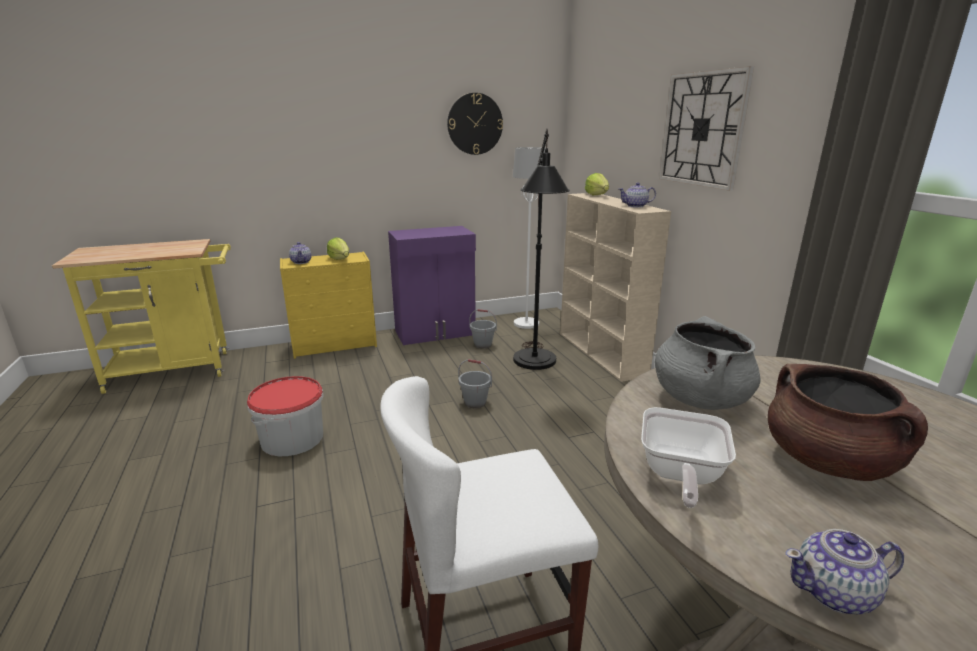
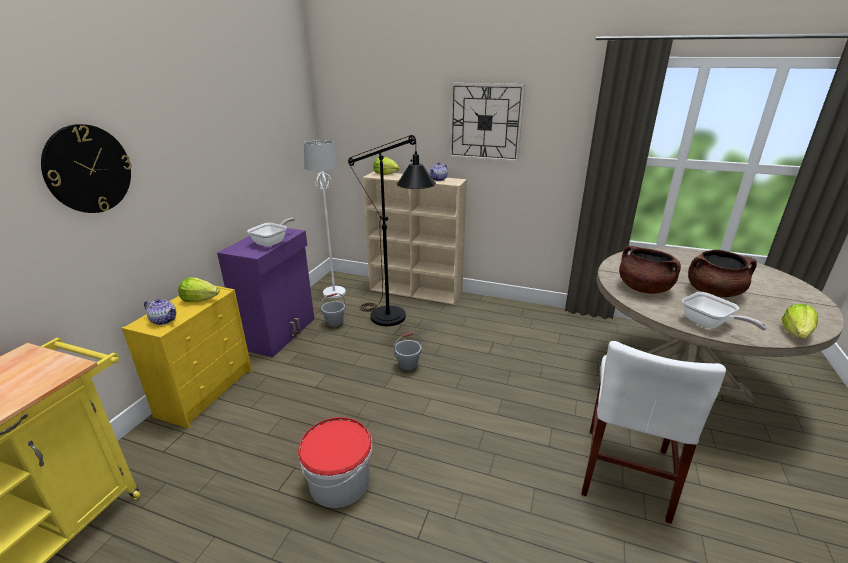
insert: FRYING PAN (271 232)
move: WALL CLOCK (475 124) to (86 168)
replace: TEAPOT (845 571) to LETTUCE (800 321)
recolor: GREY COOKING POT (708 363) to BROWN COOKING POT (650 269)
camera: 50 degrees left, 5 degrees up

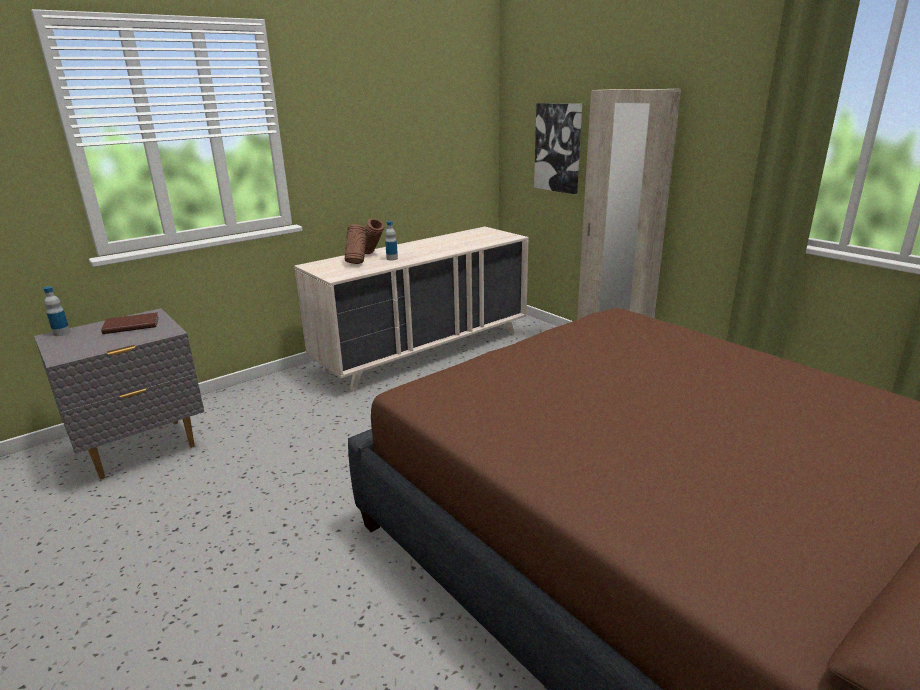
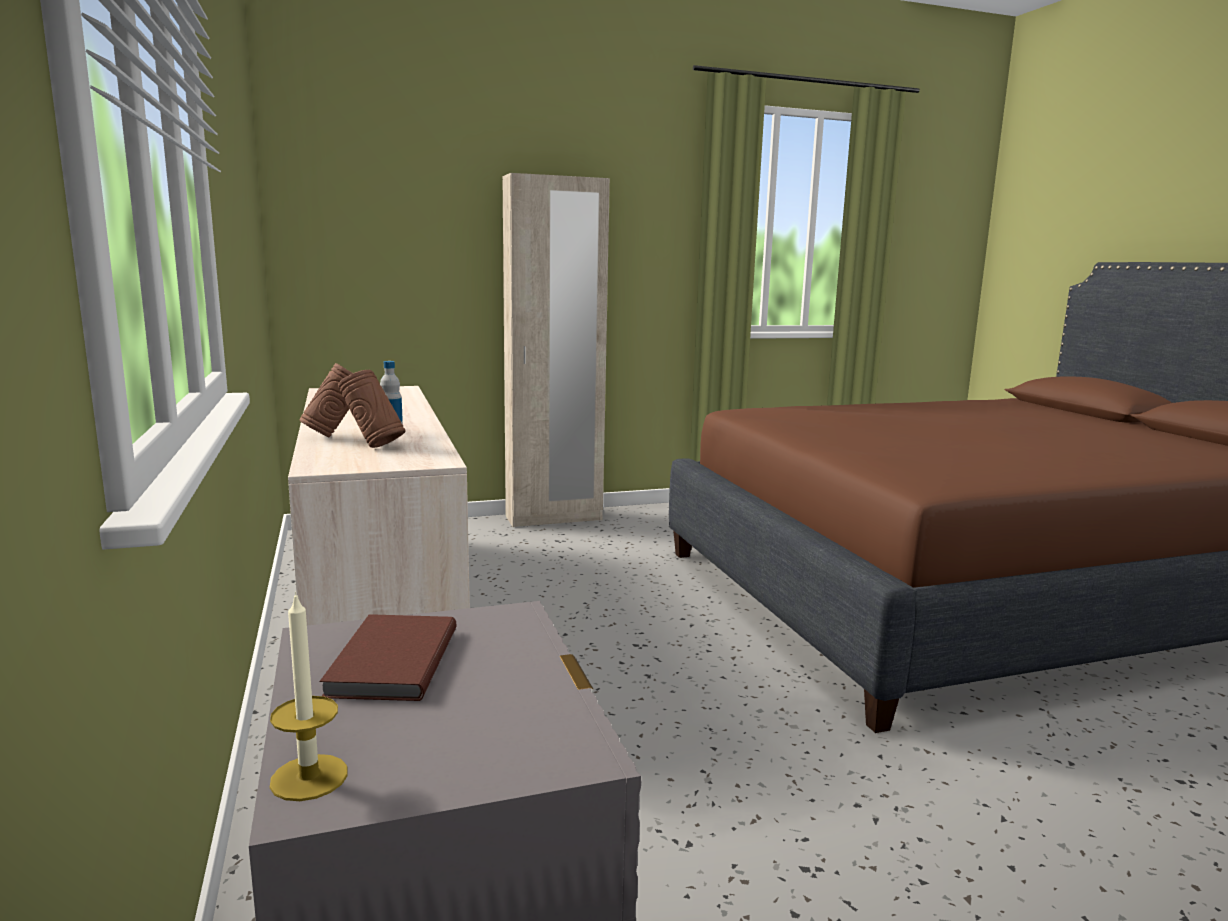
delete: PICTURE (558 148)
replace: BOTTLE (56 311) to CANDLE (309 696)
camera: 70 degrees left, 10 degrees down

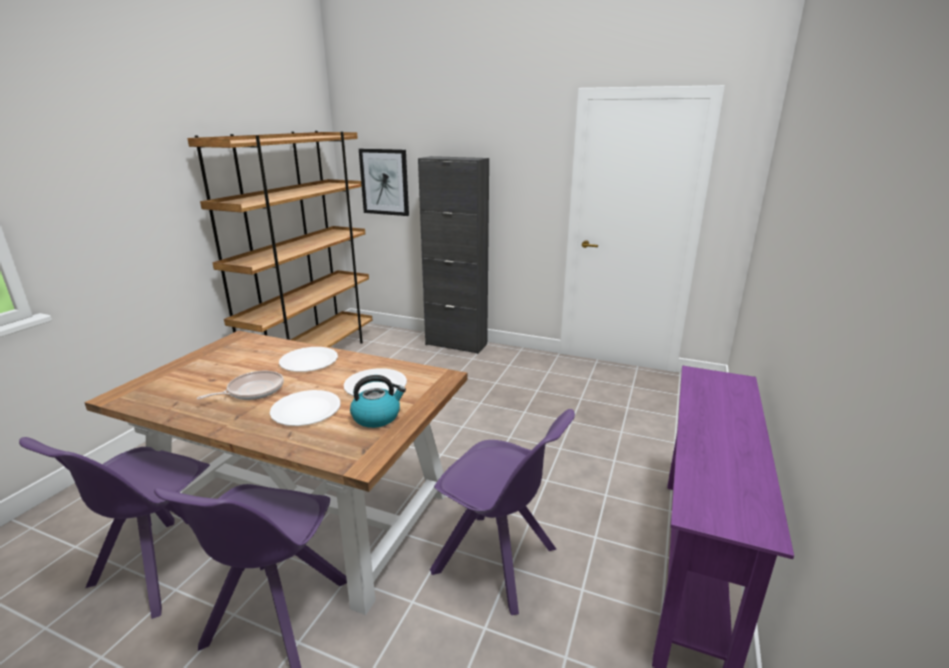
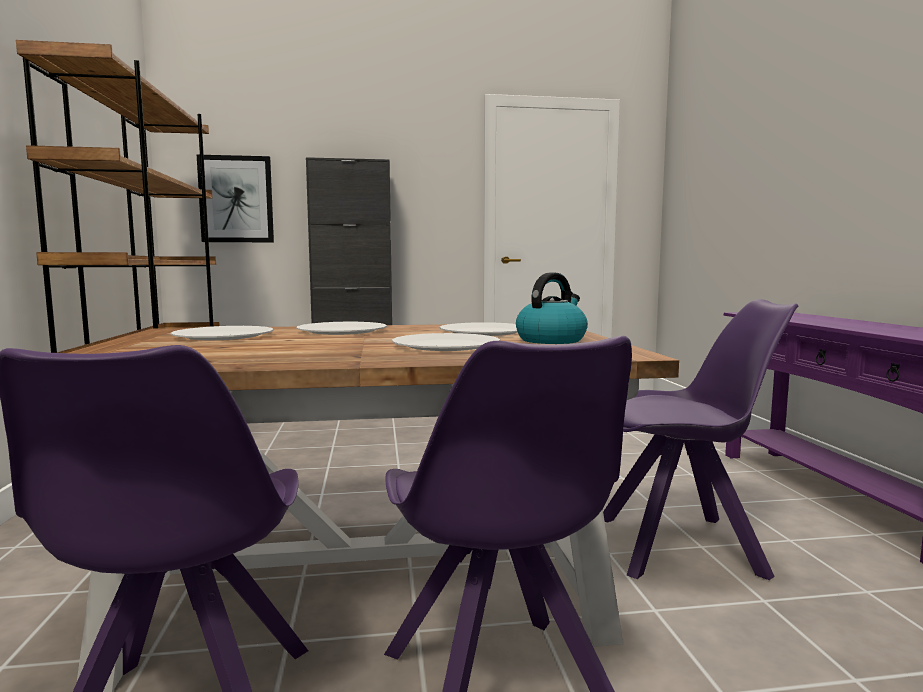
delete: FRYING PAN (240 385)
insert: WHITE PLATE (222 333)
camera: 30 degrees left, 15 degrees down

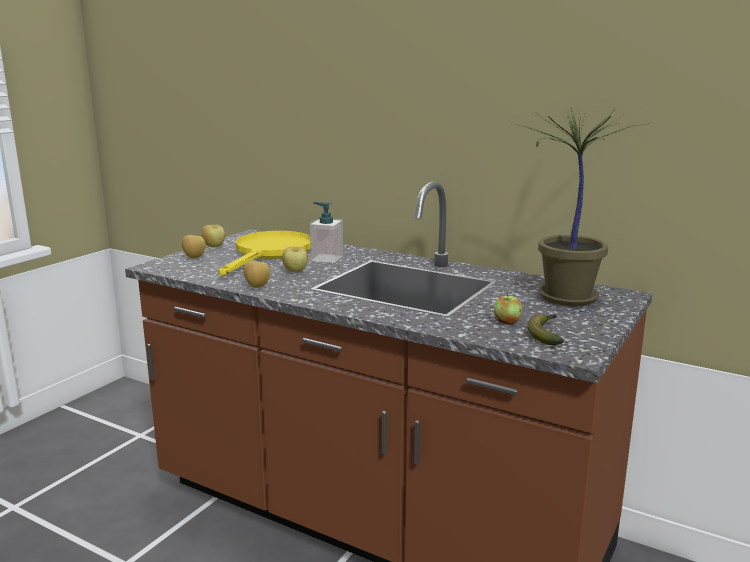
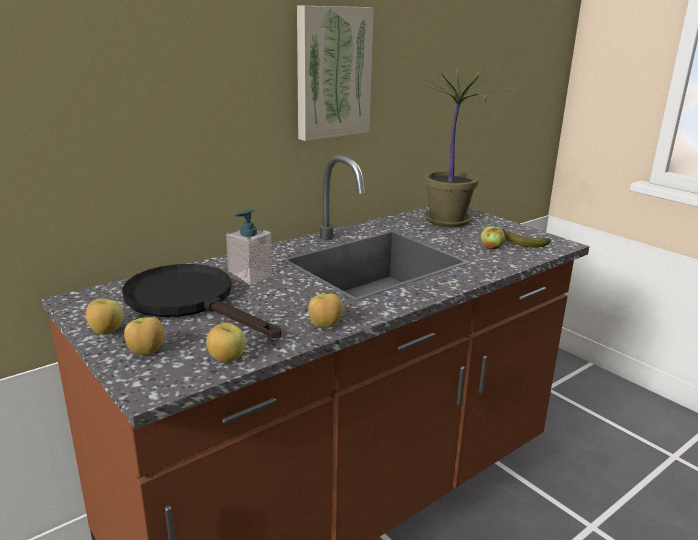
insert: PICTURE (335 73)
move: APPLE (295 259) to (226 343)
recolor: YELLOW FRYING PAN (264 253) to BLACK FRYING PAN (201 301)
camera: 70 degrees left, 5 degrees up

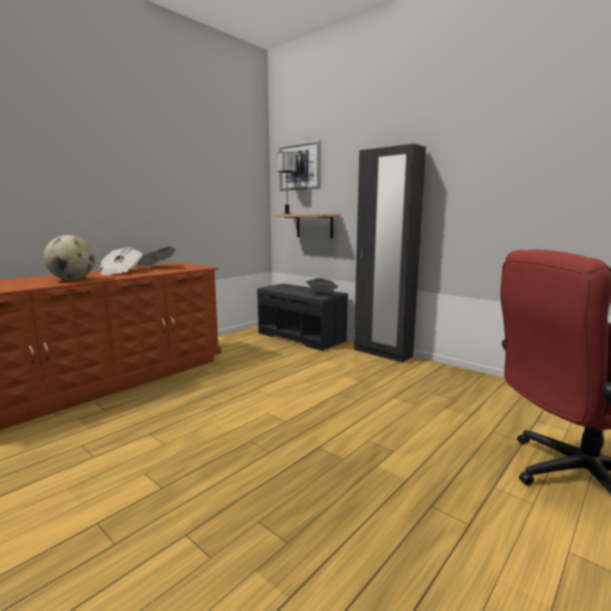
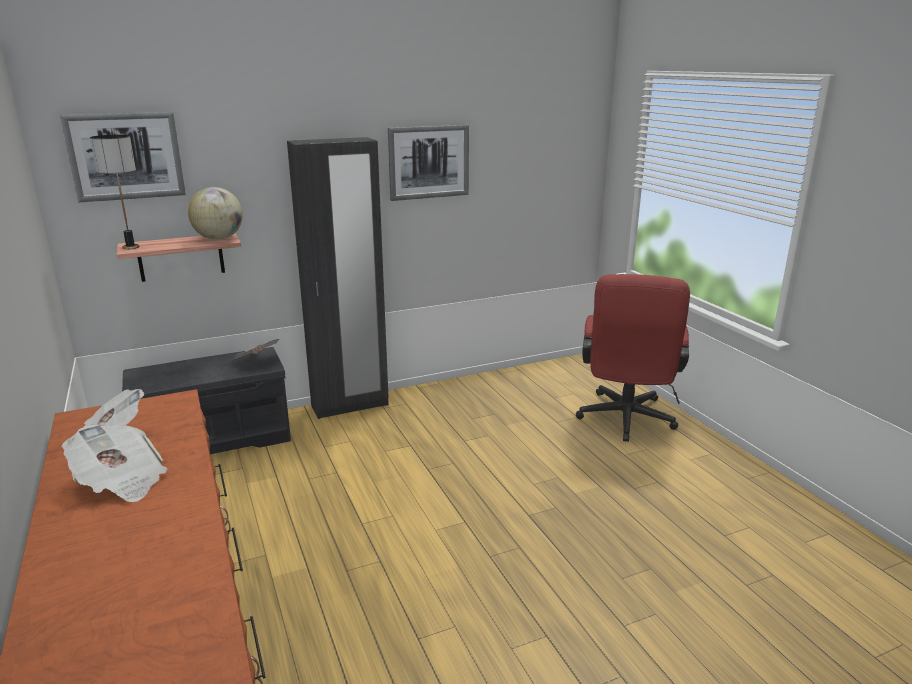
insert: PICTURE (428 163)
move: GLOBE (69 257) to (215 213)
camera: 65 degrees left, 10 degrees up

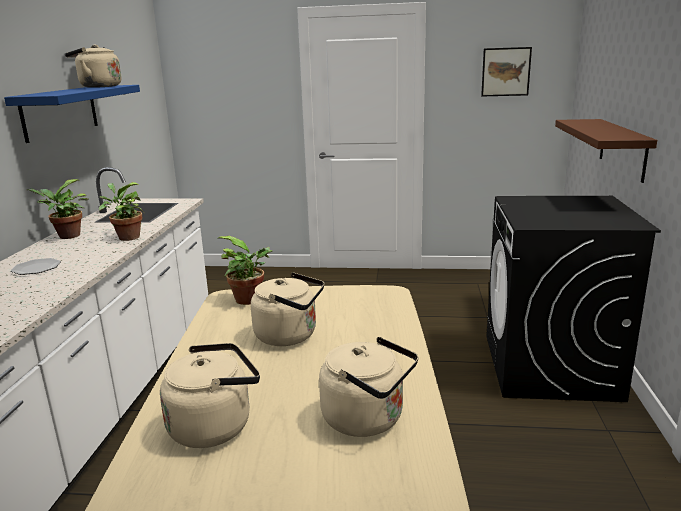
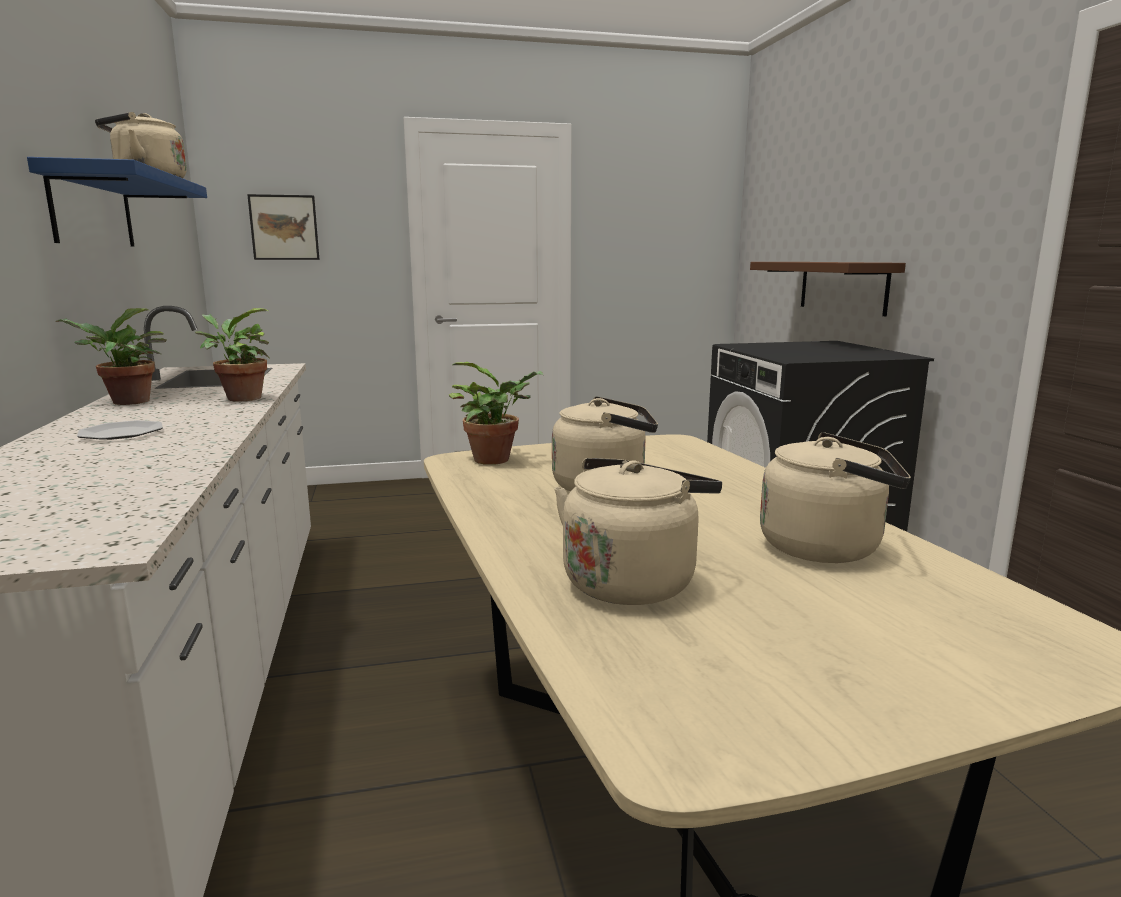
move: PICTURE (506 71) to (283 227)
camera: 20 degrees left, 5 degrees down

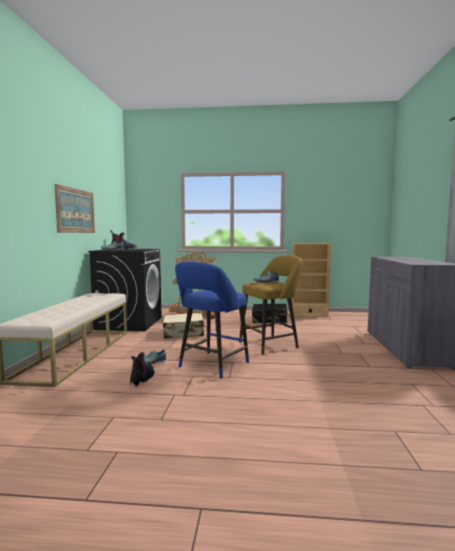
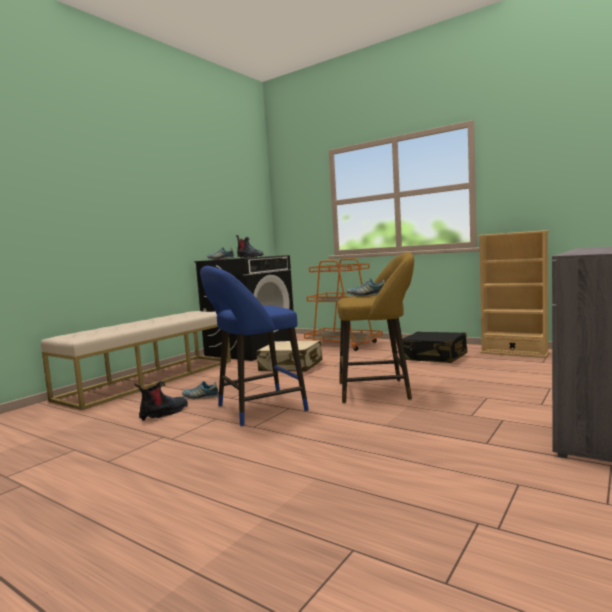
delete: PICTURE (75 208)
camera: 30 degrees right, 0 degrees up

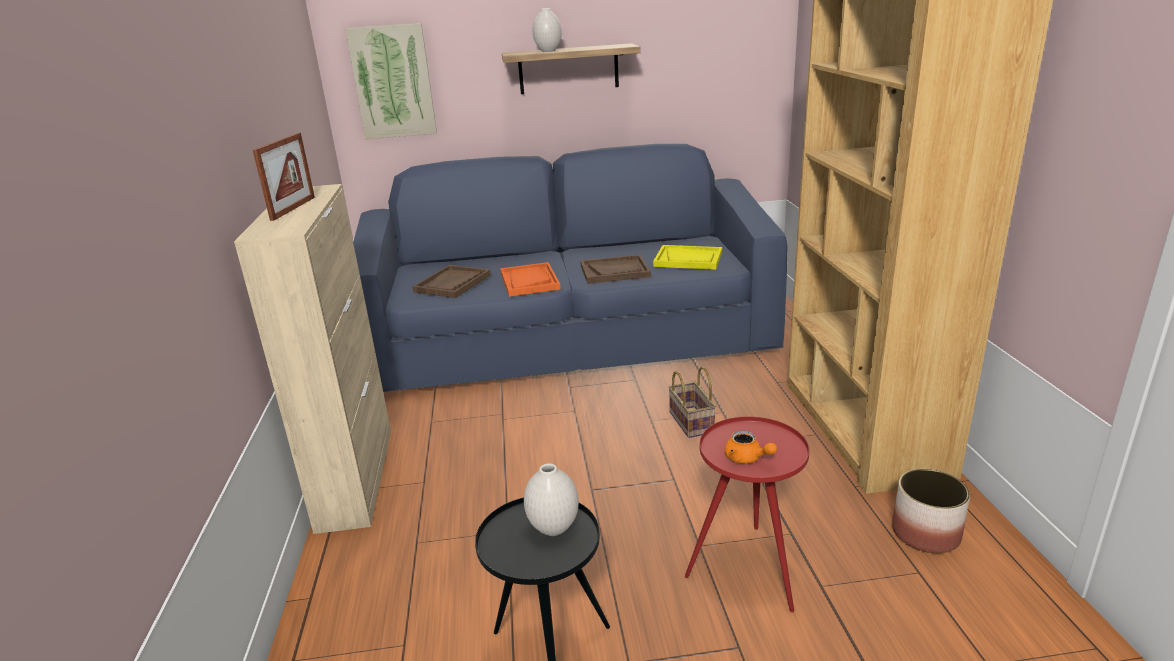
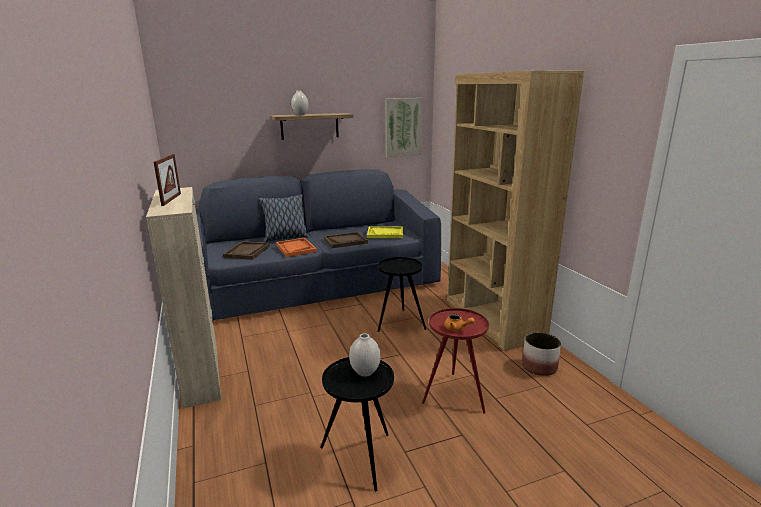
insert: PILLOW (284 218)
move: PICTURE (391 81) to (404 127)
replace: BASKET (692 402) to BLACK SIDE TABLE (402 294)
camera: 15 degrees left, 5 degrees down

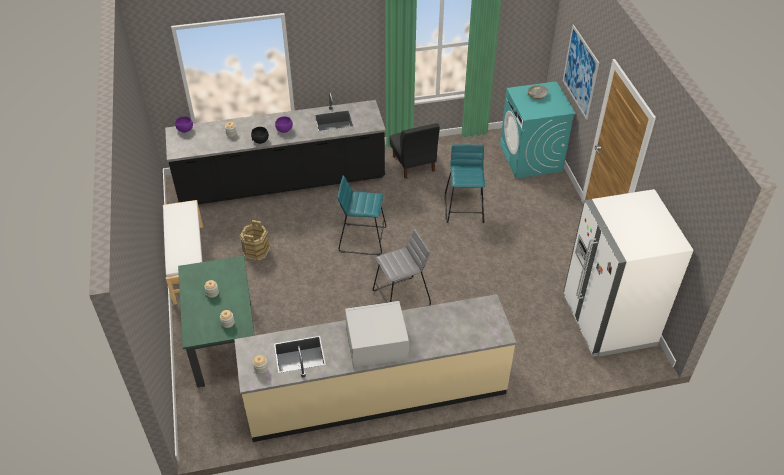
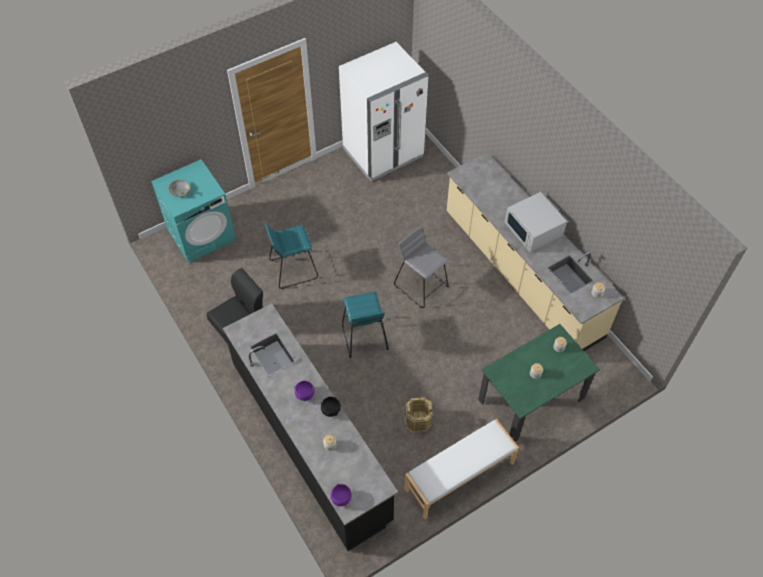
delete: PICTURE (581 72)
camera: 110 degrees left, 10 degrees up

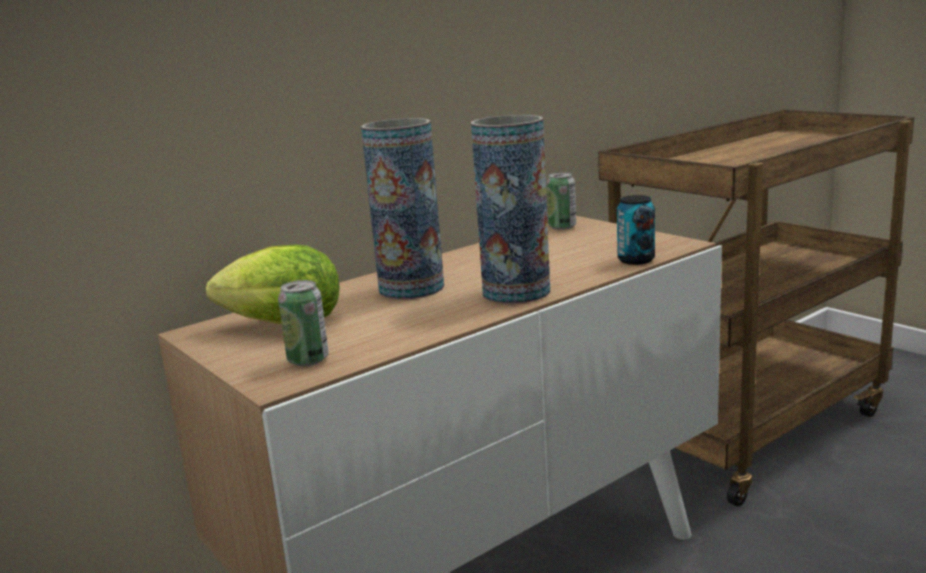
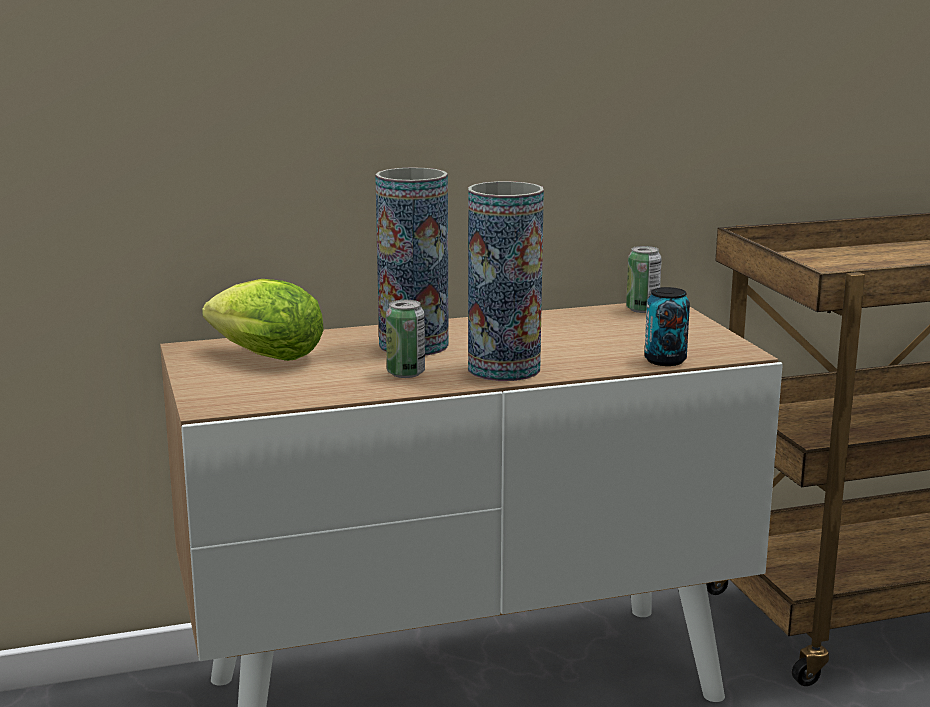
move: CAN (303 323) to (405 339)
camera: 20 degrees right, 0 degrees up

